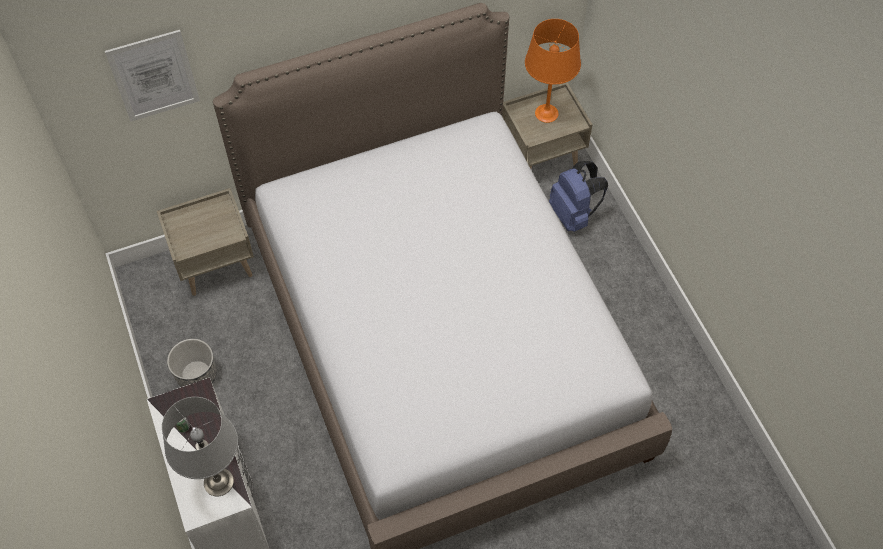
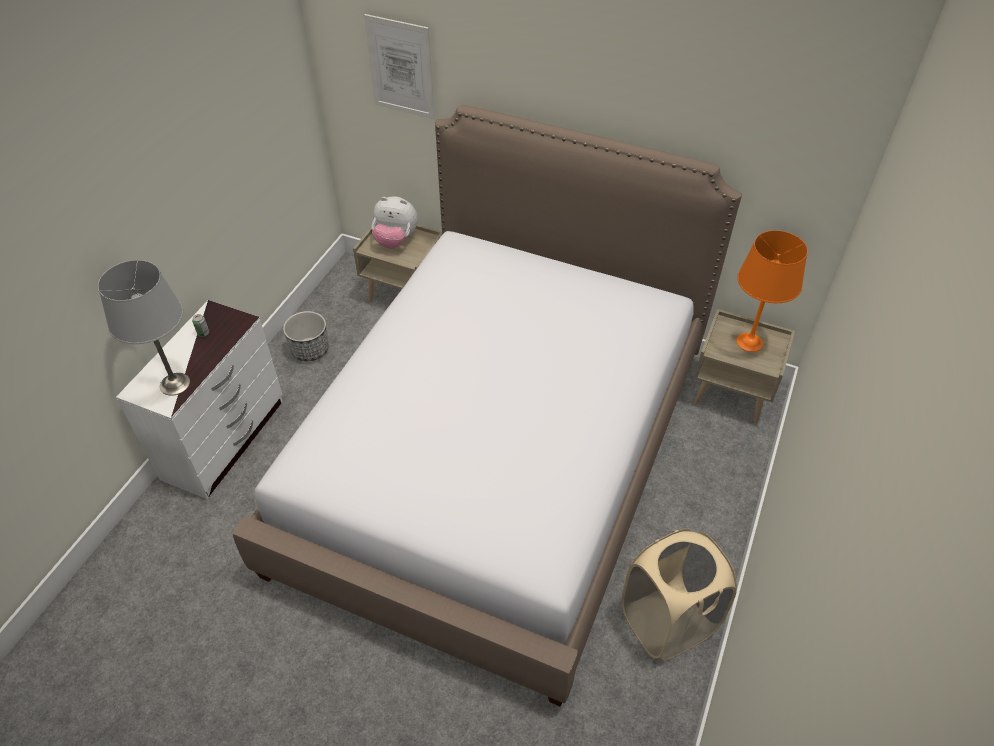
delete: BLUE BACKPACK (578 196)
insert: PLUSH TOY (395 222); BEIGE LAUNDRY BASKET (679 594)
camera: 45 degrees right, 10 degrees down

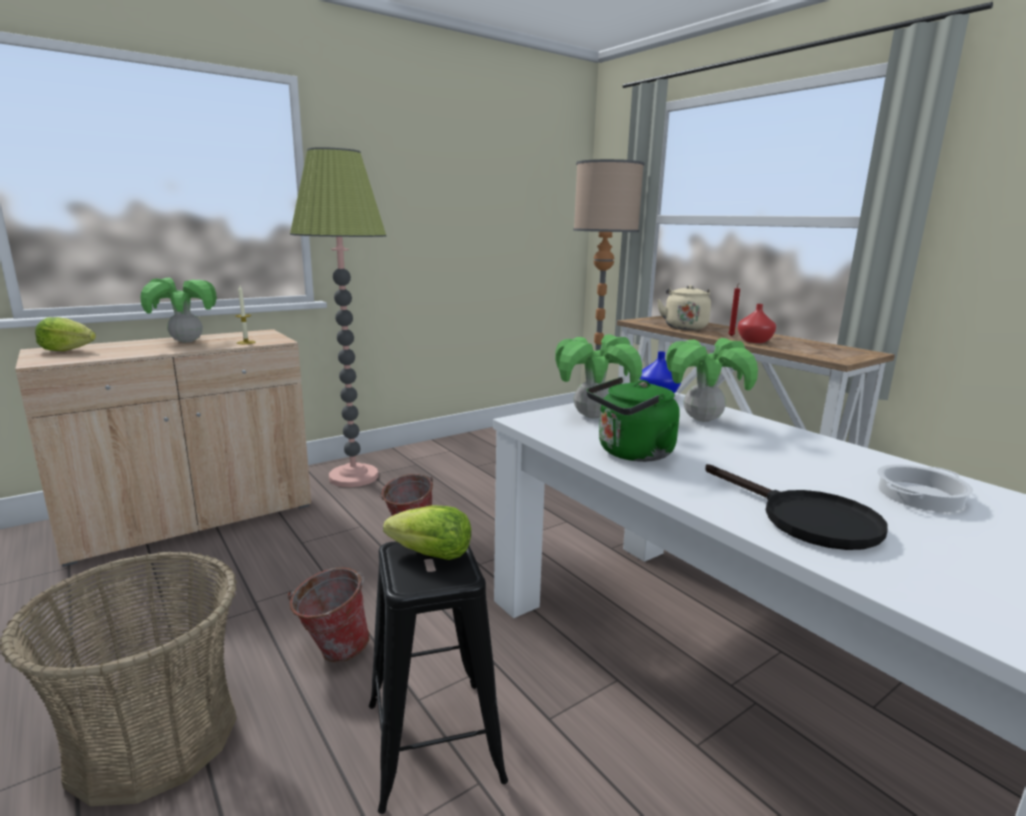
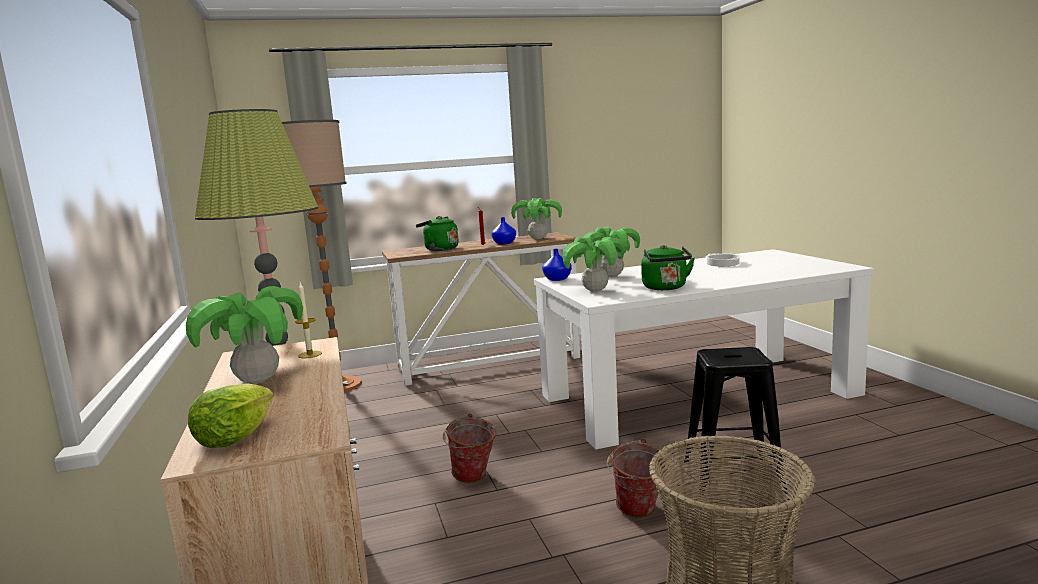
delete: LETTUCE (427 532); BLACK FRYING PAN (796 507)
insert: POTTED PLANT (536 218)
recolor: BEIGE KETTLE (684 307) to GREEN KETTLE (437 233); RED VASE (757 323) to BLUE VASE (503 230)
camera: 70 degrees left, 5 degrees down

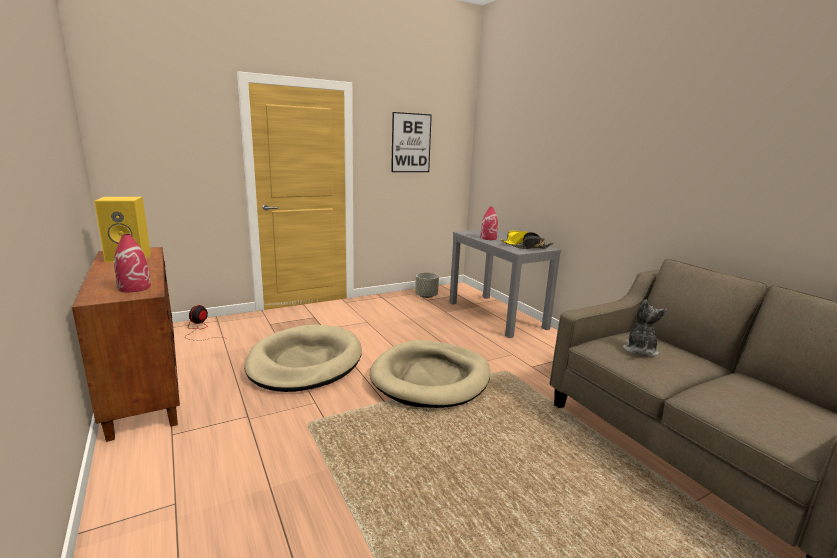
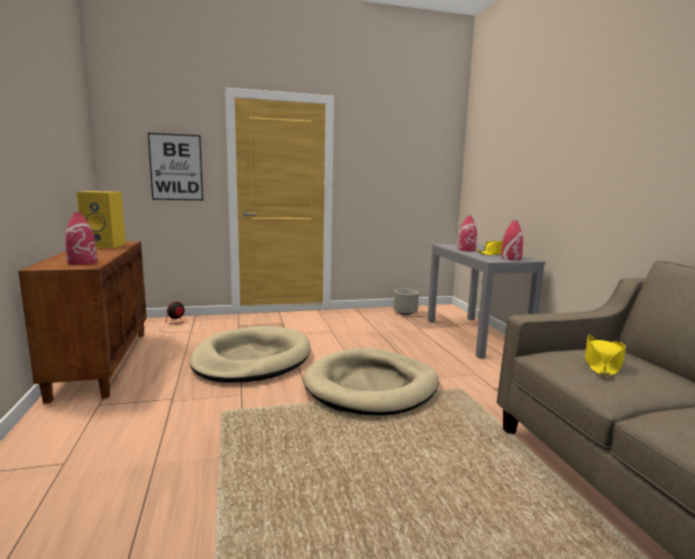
move: PICTURE (411 142) to (175 166)
replace: BLACK HAT (533 240) to RED VASE (512 240); PLUSH TOY (645 328) to YELLOW HAT (605 355)
camera: 15 degrees right, 5 degrees down

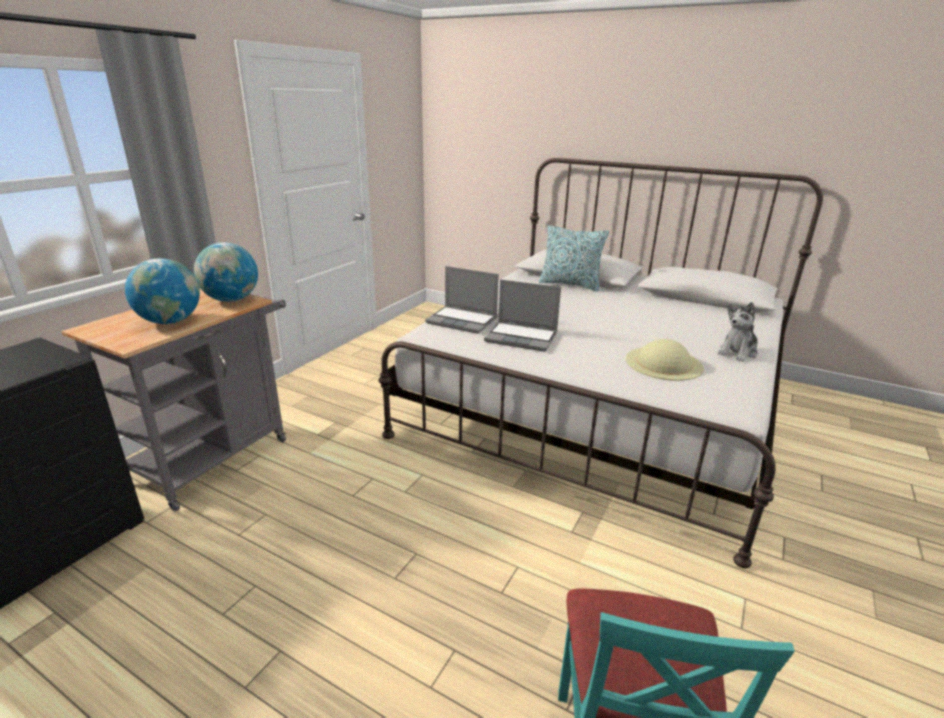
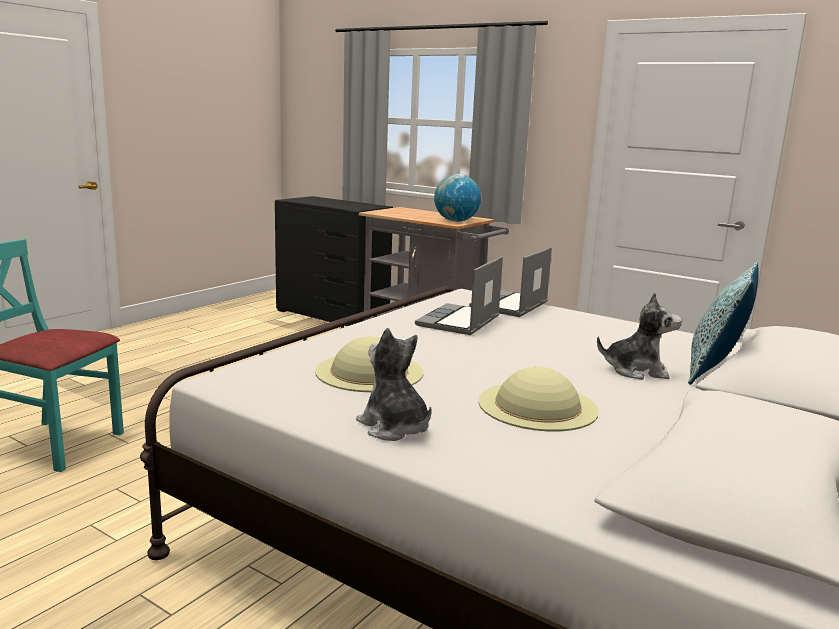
delete: GLOBE (162 291)
insert: BEIGE HAT (539 399); PLUSH TOY (639 336)
camera: 95 degrees right, 10 degrees down

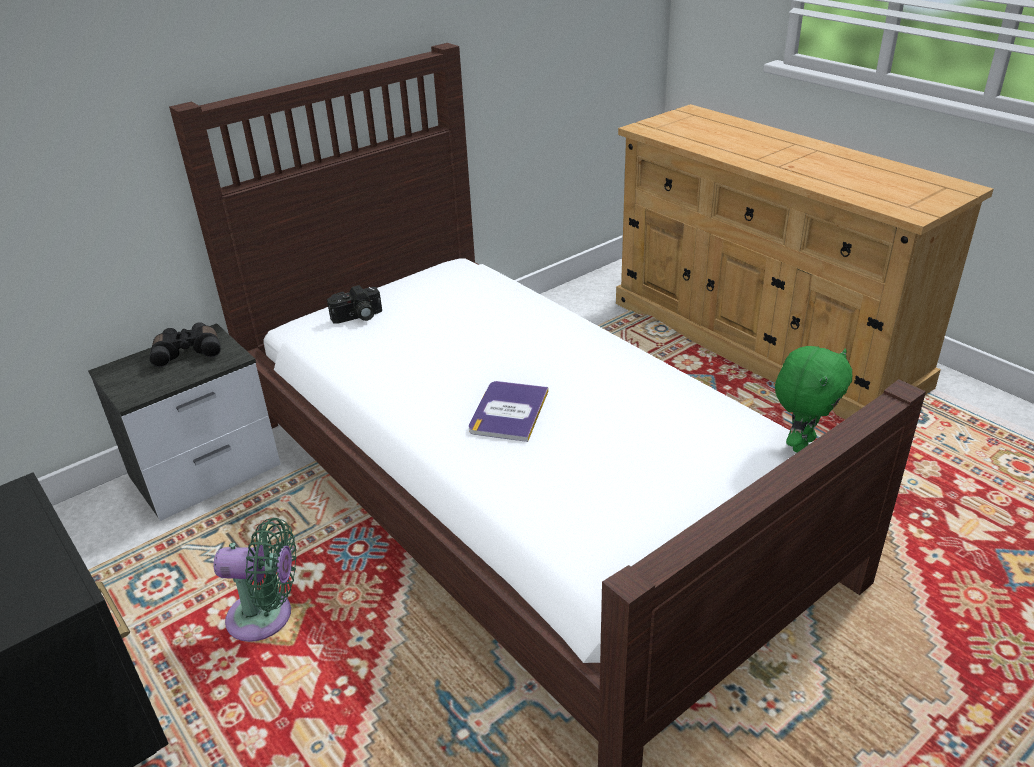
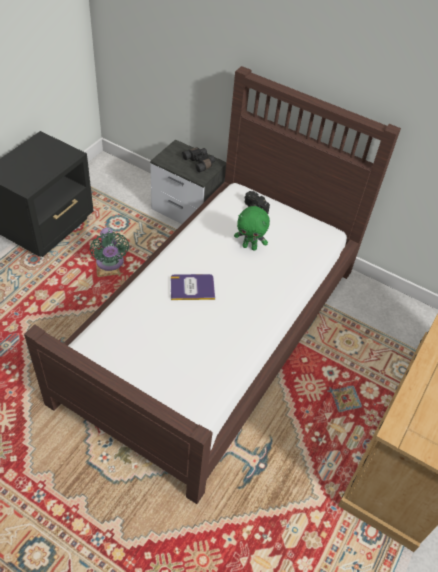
move: GREEN PLUSH TOY (813 399) to (252 228)
camera: 65 degrees right, 15 degrees up

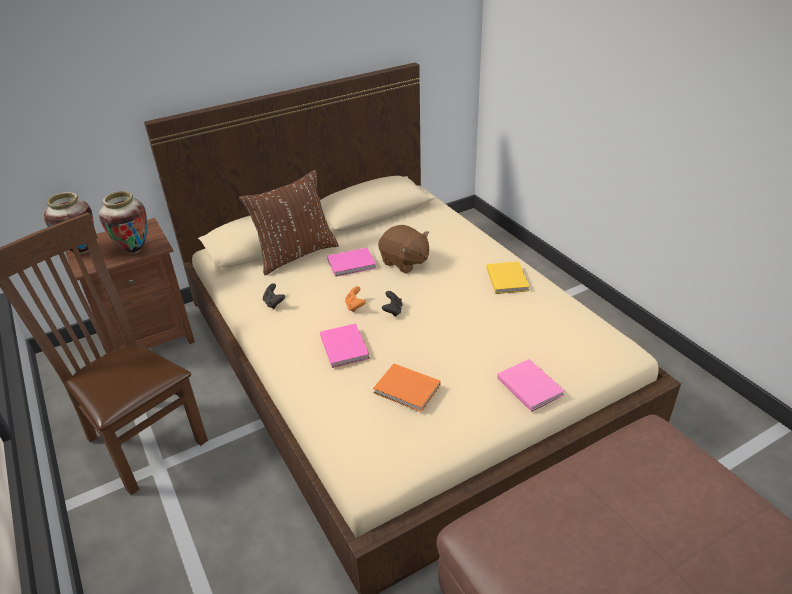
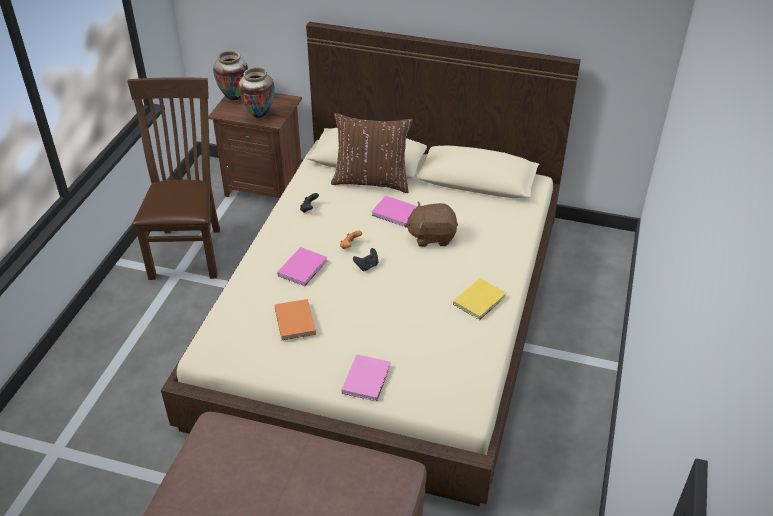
rotate: BROWN PLUSH TOY (403 249) = (431 224) 90 degrees clockwise
camera: 45 degrees right, 5 degrees up

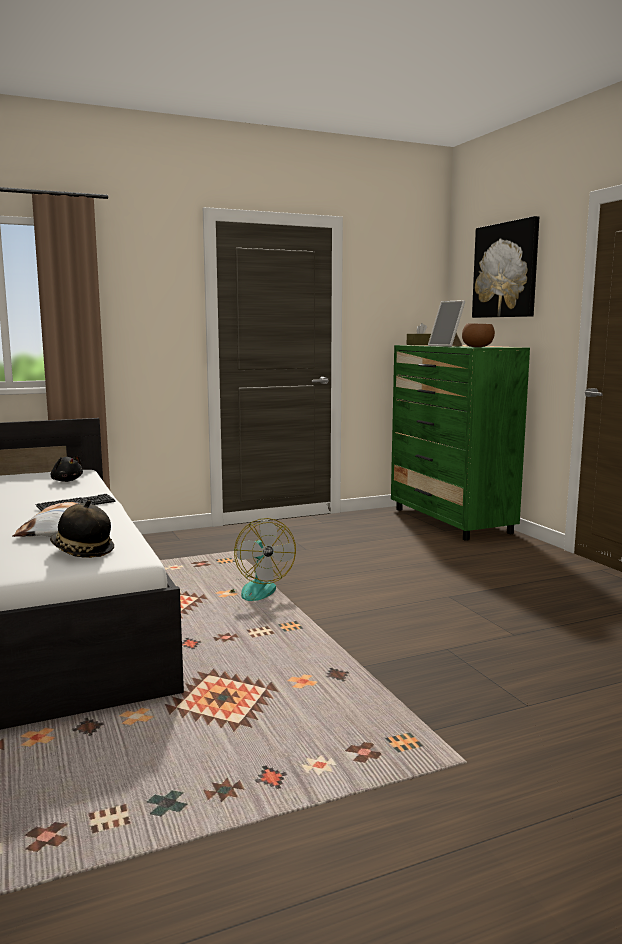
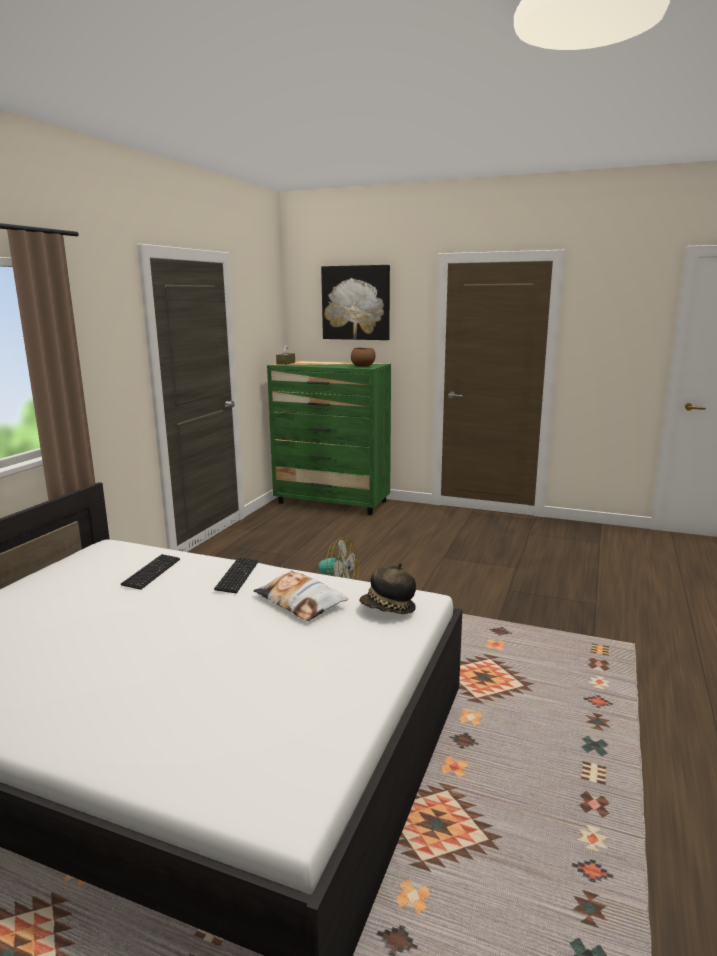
delete: BLACK PLUSH TOY (67 468); PICTURE FRAME (446 323)
insert: KEYBOARD (150 572)
camera: 45 degrees left, 5 degrees up

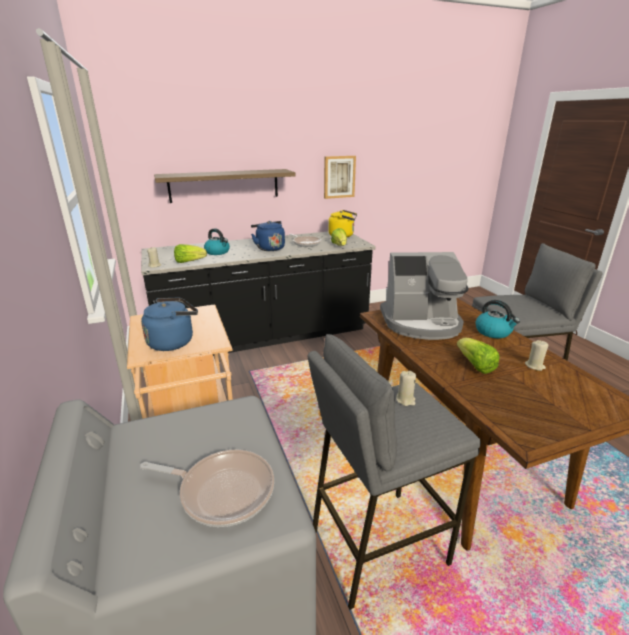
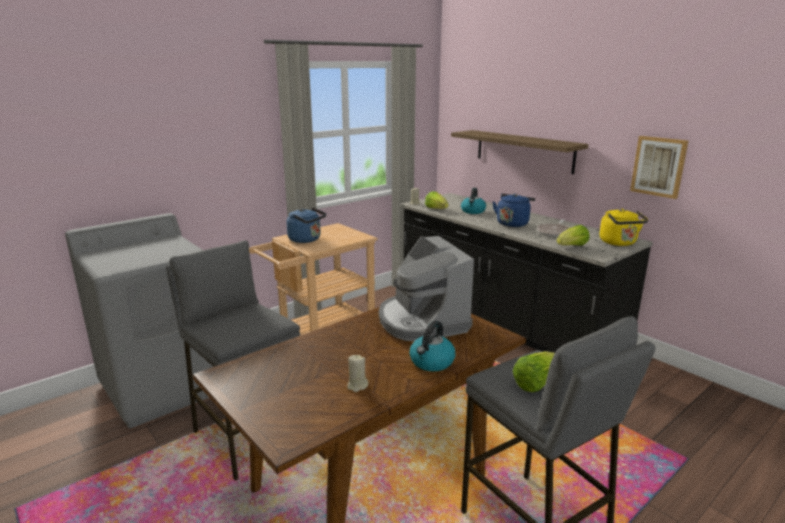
delete: FRYING PAN (207 488); BEIGE CANDLE (406 388)
move: LETTUCE (478 356) to (534 371)
camera: 70 degrees right, 5 degrees down

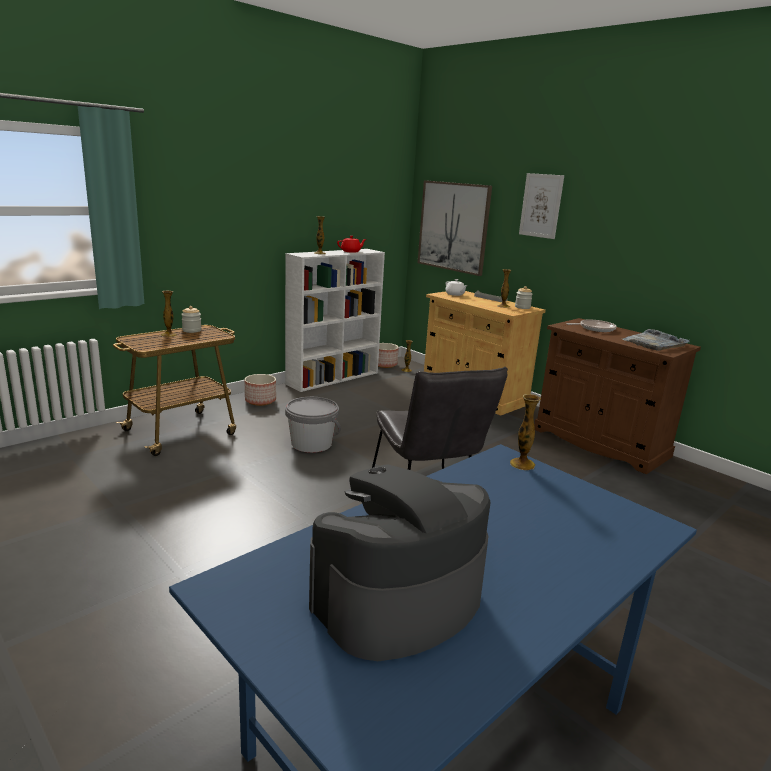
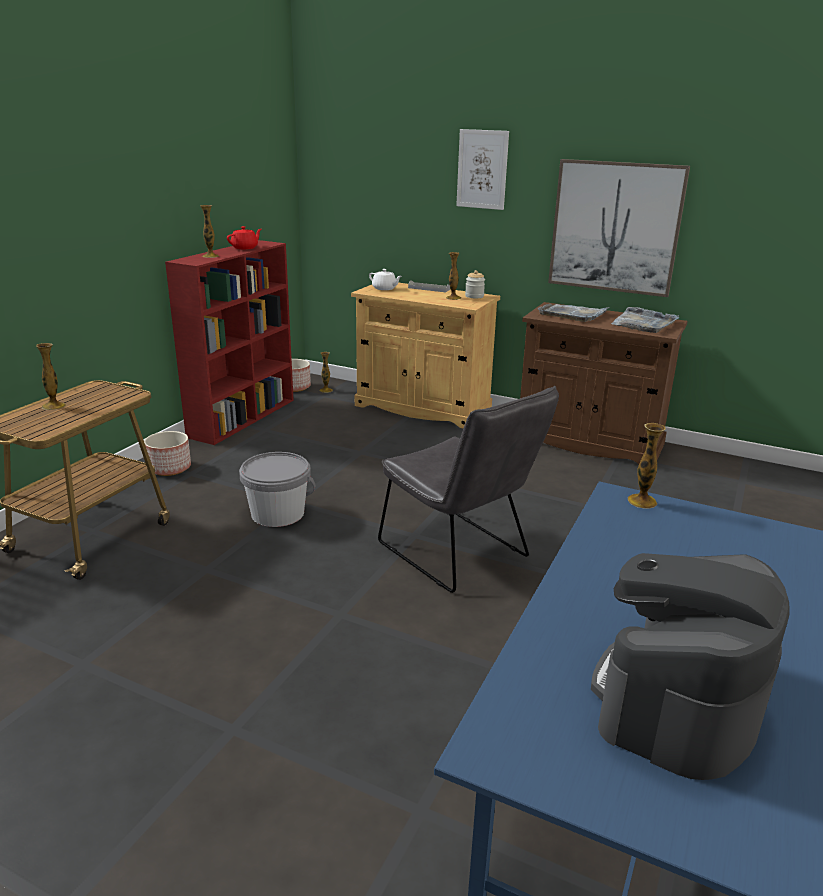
delete: JAR (191 319)
move: PICTURE (455 228) to (619 228)
replace: FRYING PAN (592 326) to GREY TRAY (573 312)
recolor: WHITE BOOKCASE (335 320) to RED BOOKCASE (229 342)
camera: 20 degrees left, 5 degrees up

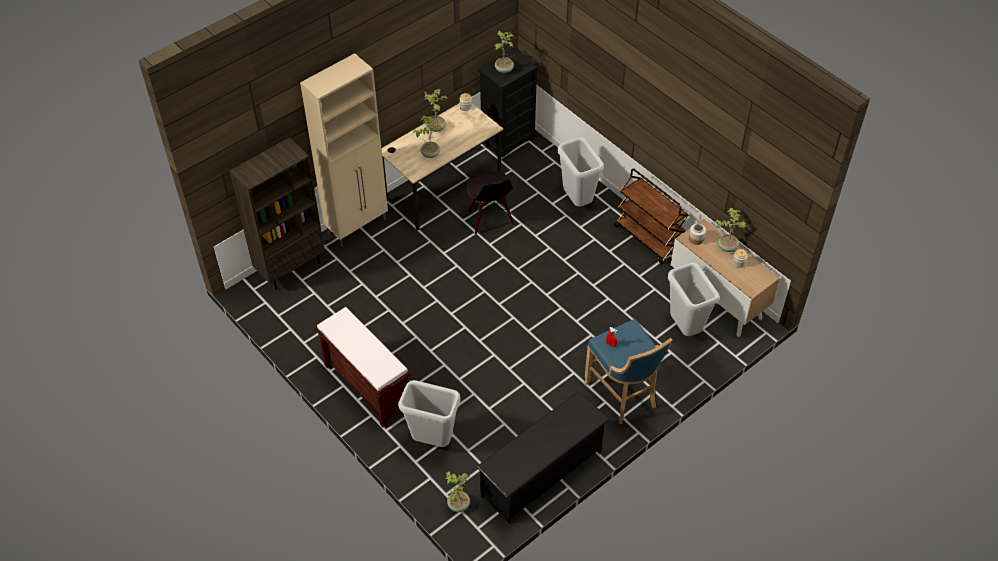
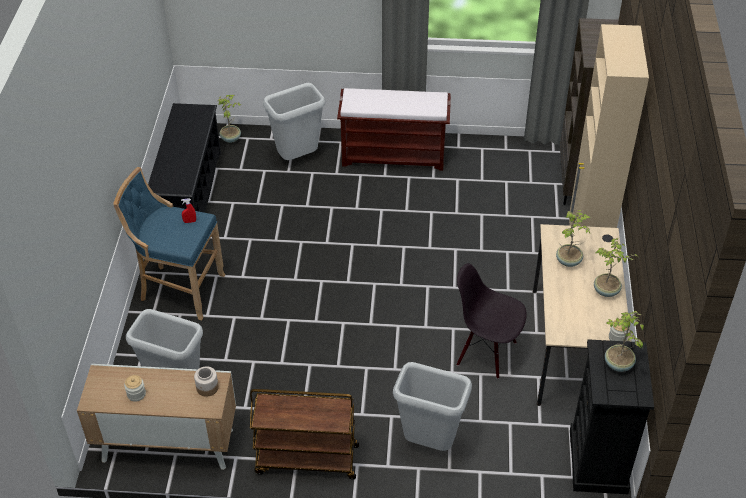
delete: POTTED PLANT (731 229)
camera: 135 degrees right, 5 degrees down

